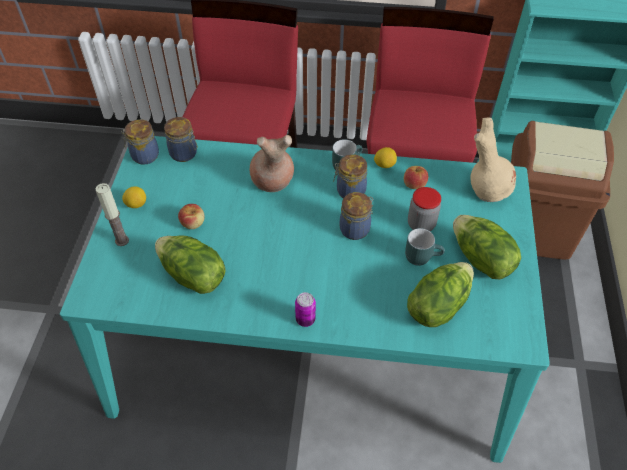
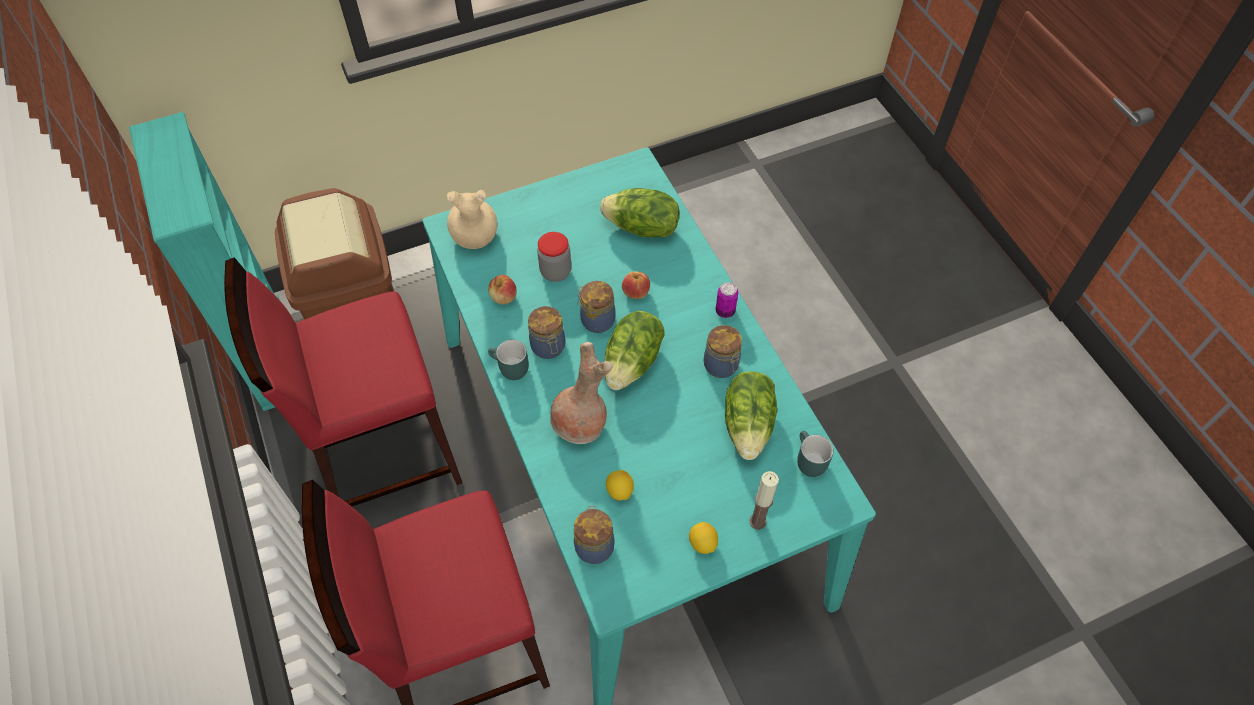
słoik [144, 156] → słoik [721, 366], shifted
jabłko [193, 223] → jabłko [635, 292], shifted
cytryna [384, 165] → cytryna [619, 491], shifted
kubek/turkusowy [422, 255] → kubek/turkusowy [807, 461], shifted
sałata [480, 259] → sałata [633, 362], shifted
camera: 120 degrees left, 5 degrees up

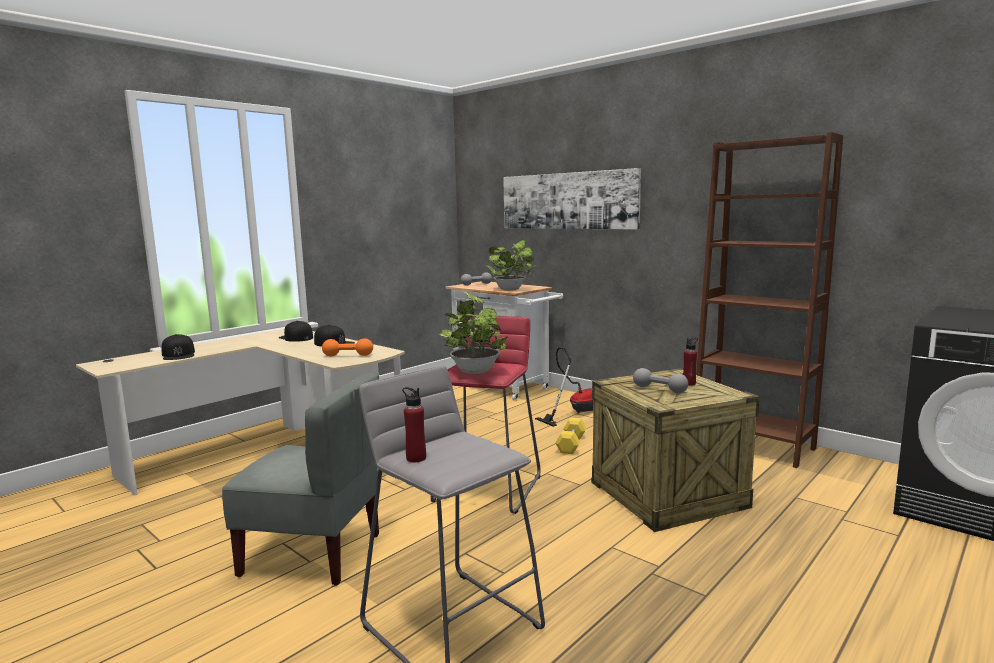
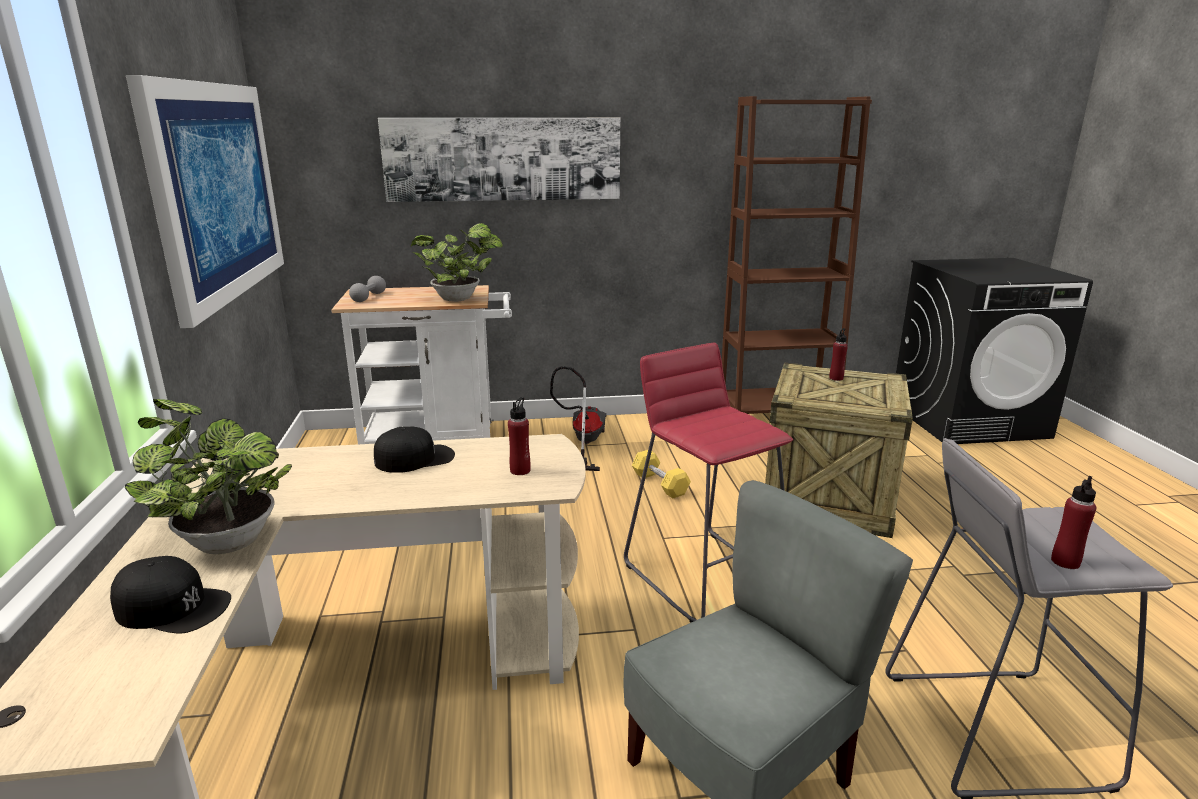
czapka z daszkiem/czarny [296, 338] → -
hantel/pomarańczowy [348, 355] → butelka/czerwony [520, 470]
roślina doniczkowa [474, 370] → roślina doniczkowa [224, 540], shifted
hantel/szary [659, 389] → -
- → obraz [217, 191]
camera: 50 degrees left, 10 degrees up

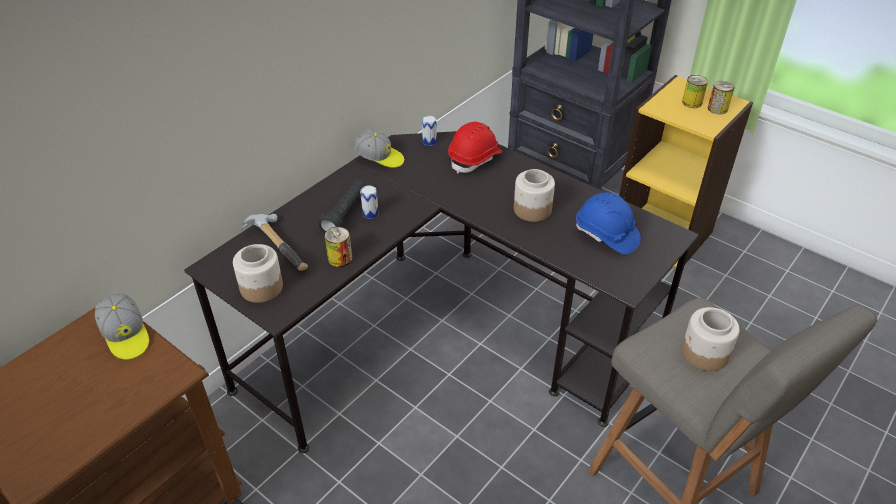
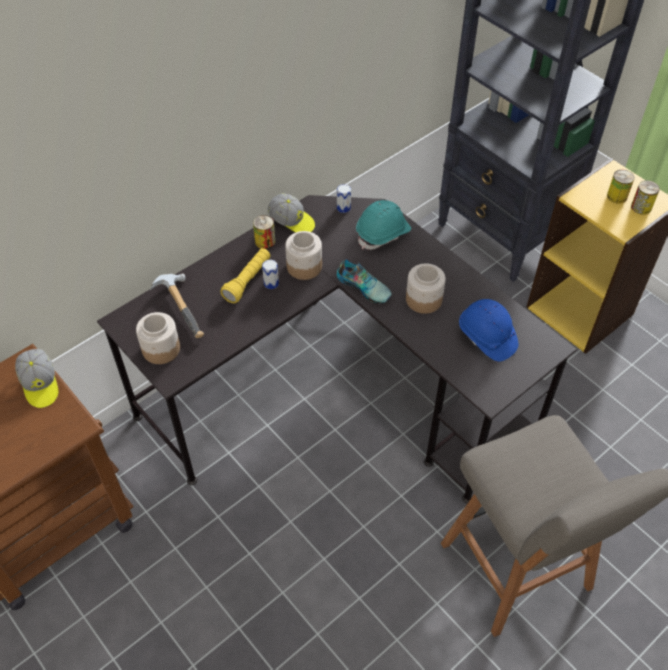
latarka/czarny [345, 214] → latarka/żółty [248, 281]
puszka [340, 258] → puszka [265, 241], shifted
kask/czerwony [475, 158] → kask/turkusowy [383, 234]
słoik [704, 354] → słoik [304, 267], shifted
- → but [364, 286]
camera: 10 degrees right, 10 degrees up

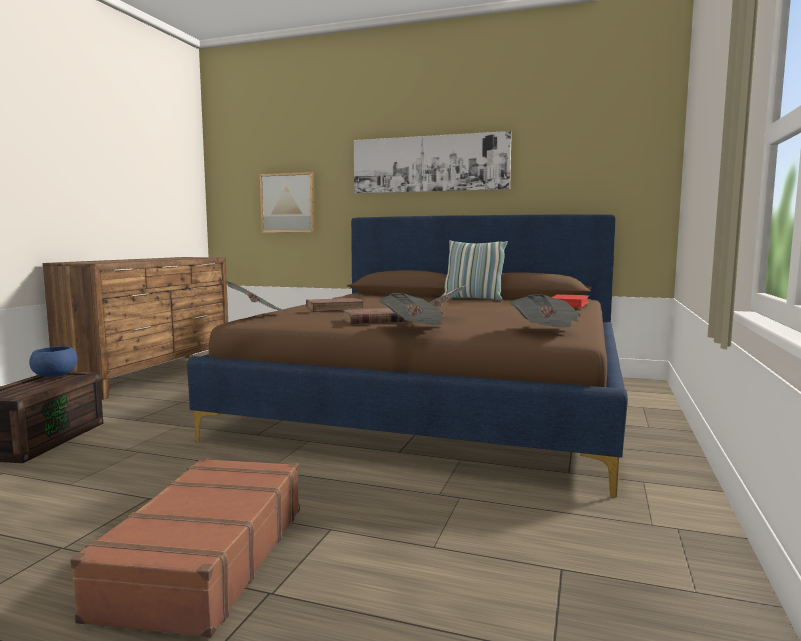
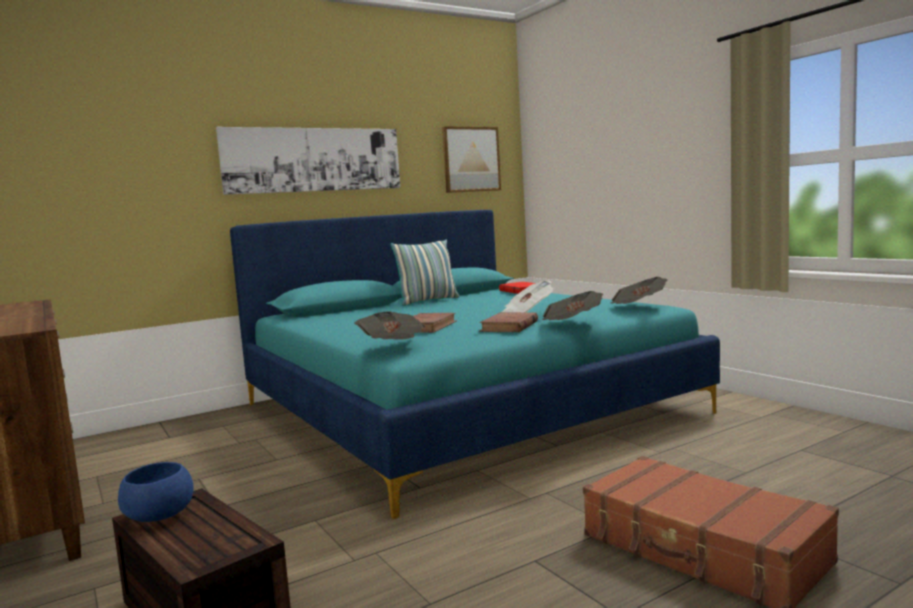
łóżko/brązowy [440, 403] → łóżko/turkusowy [461, 408]
obraz [288, 203] → obraz [471, 159], shifted
camera: 50 degrees left, 0 degrees up

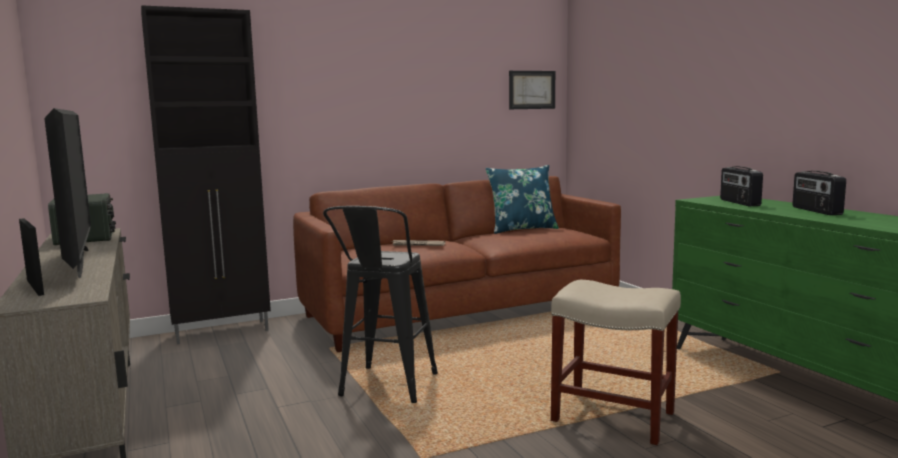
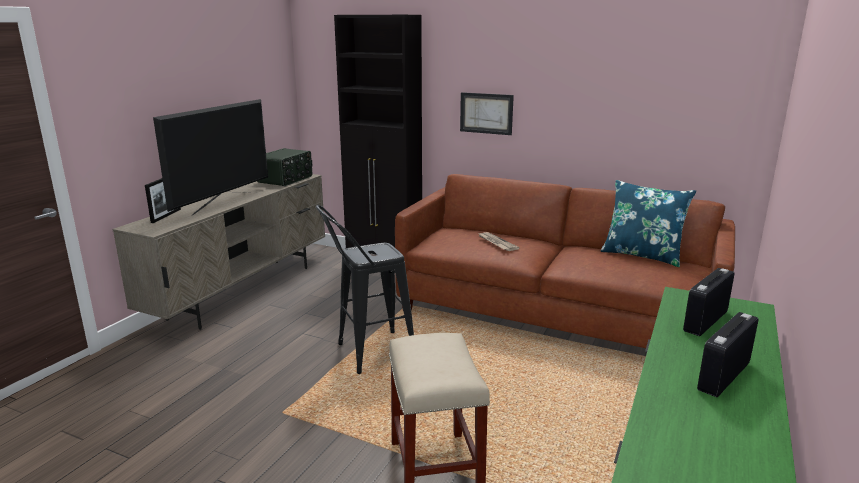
obraz [532, 90] → obraz [486, 113], shifted
camera: 50 degrees right, 10 degrees up

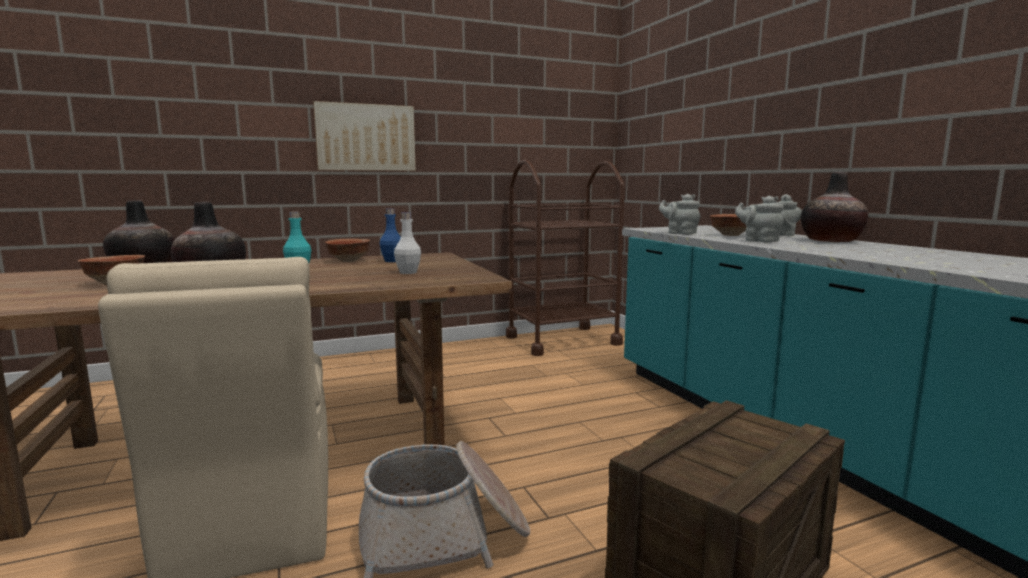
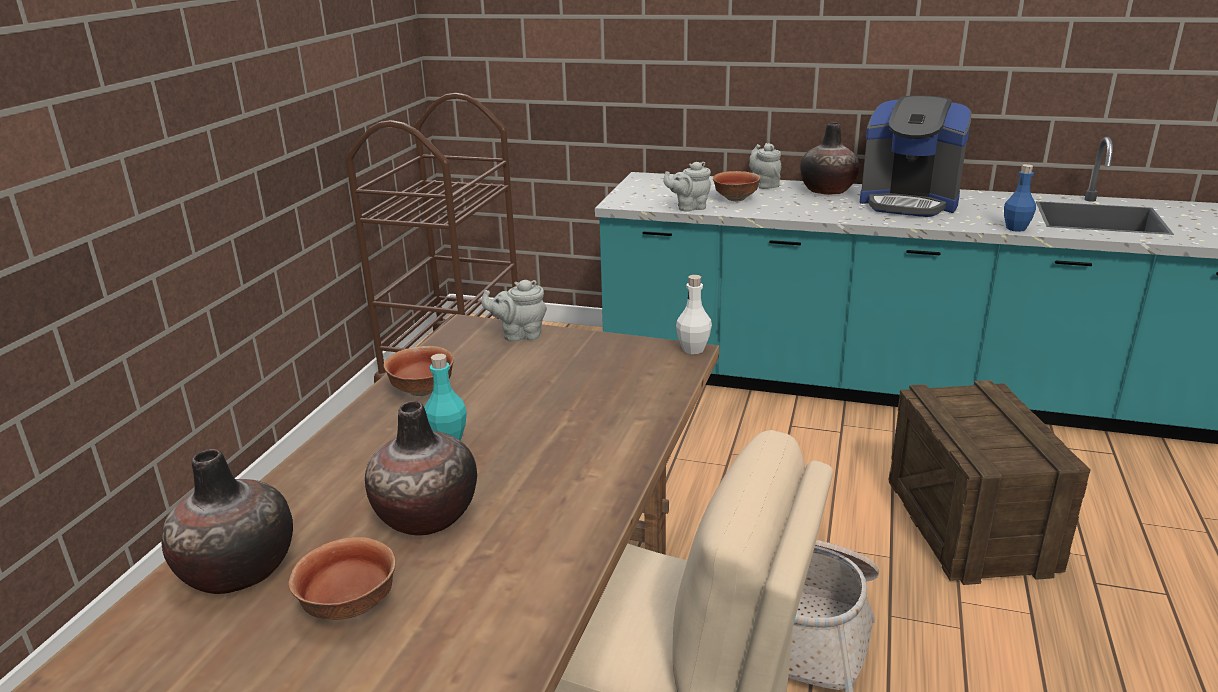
obraz [366, 137] → -
butelka/niebieski [392, 261] → butelka/niebieski [1016, 228], shifted
butelka/biały [408, 272] → butelka/biały [693, 349], shifted
imbryk/szary [759, 241] → imbryk/szary [519, 335], shifted
- → ekspres do kawy [909, 202]
camera: 50 degrees left, 15 degrees up

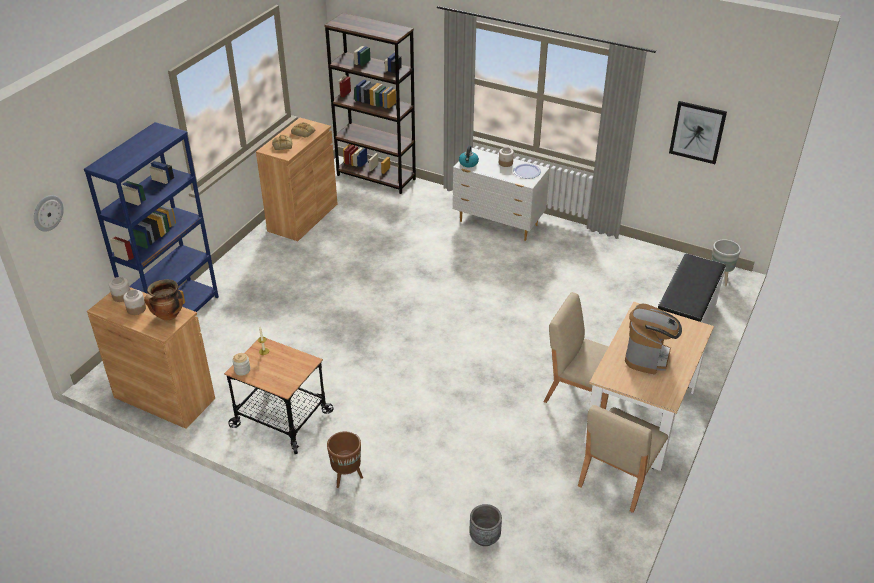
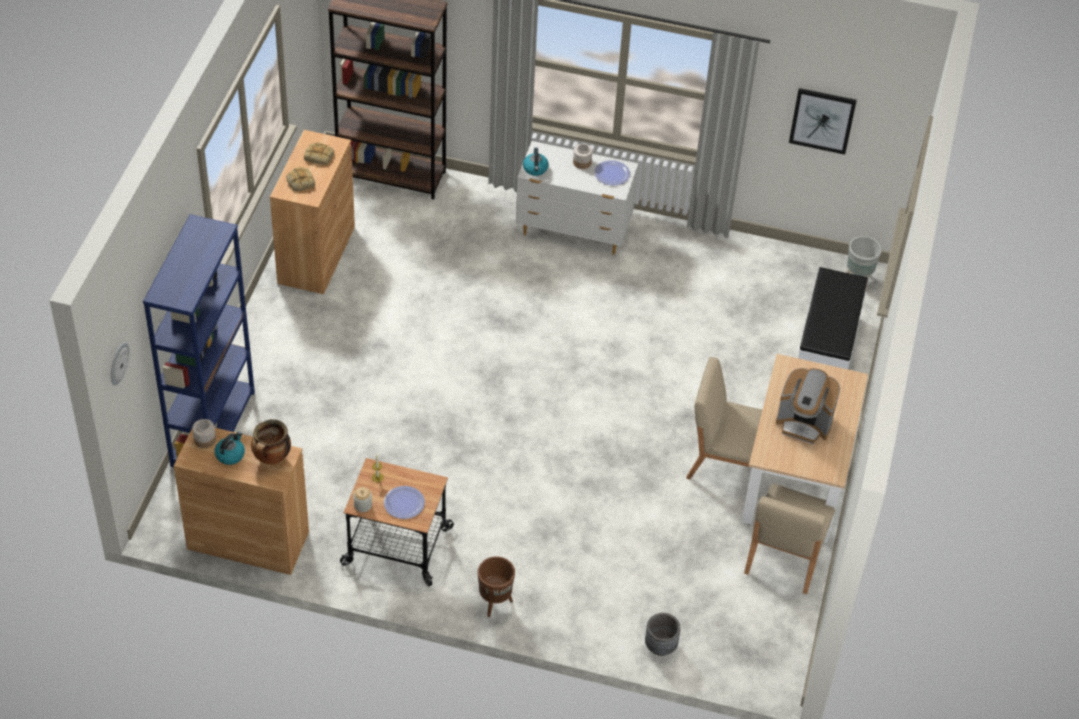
słoik [136, 309] → czajnik [230, 454]
ekspres do kawy [647, 356] → ekspres do kawy [804, 423], 105 degrees clockwise
- → talerz [404, 503]
camera: 15 degrees left, 10 degrees up

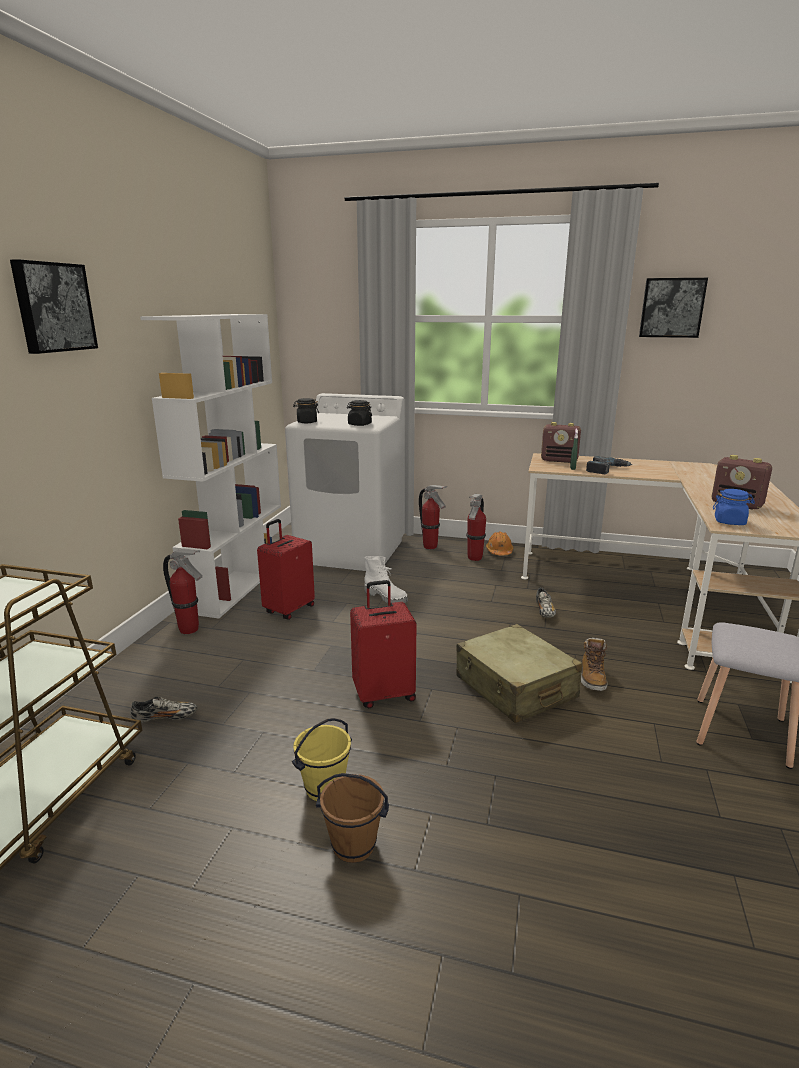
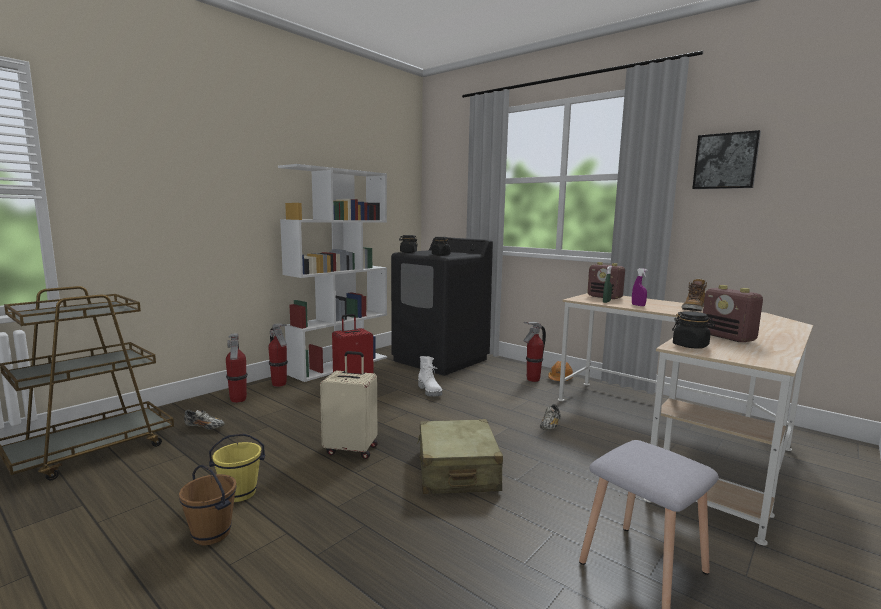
obraz [53, 307] → -
pralka/biały [352, 551] → pralka/czarny [440, 360]
walizka/czerwony [384, 694] → walizka/beżowy [351, 449]
gaśnica [430, 547] → gaśnica [238, 400], shifted
but z cholewką [592, 677] → but z cholewką [693, 309], shifted
wiertarka [606, 469] → spryskiwacz/fioletowy [638, 305]
słoik/niebieski [730, 522] → słoik/czarny [690, 346]
camera: 25 degrees right, 10 degrees down

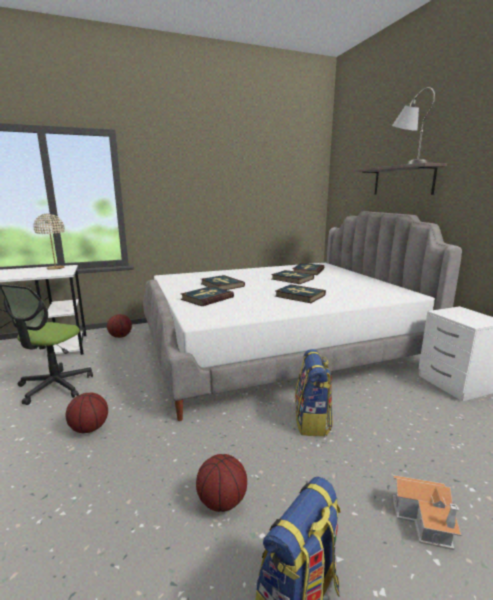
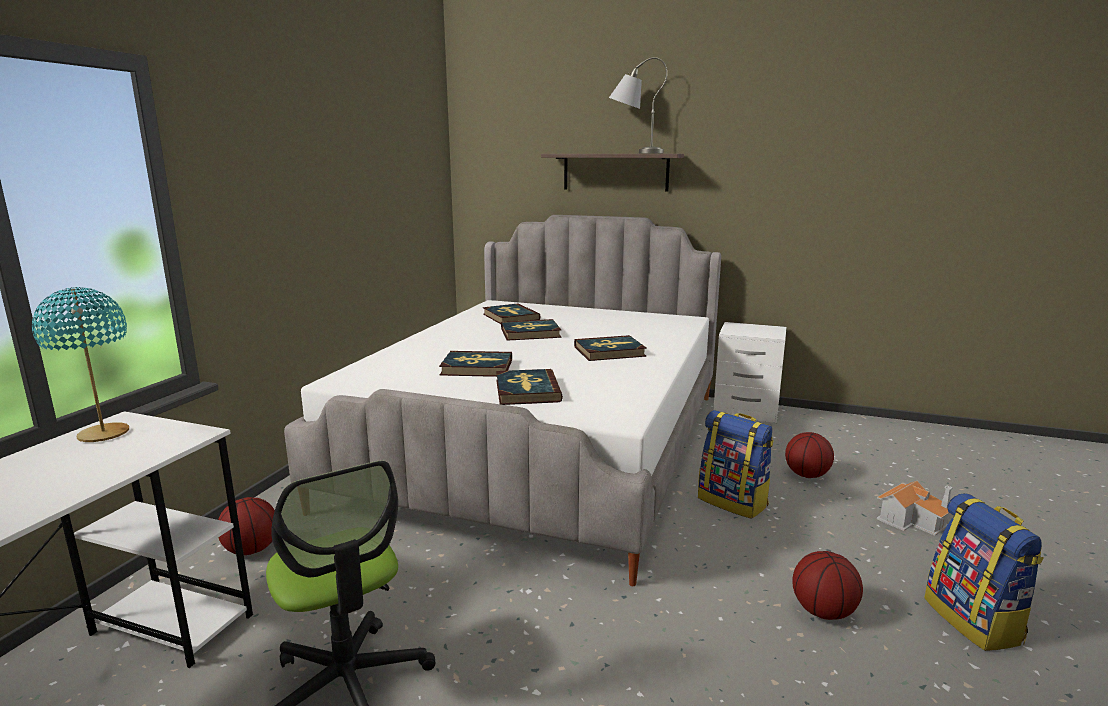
lampa stołowa/beżowy [55, 268] → lampa stołowa/turkusowy [103, 434]
piłka do koszykówki [89, 428] → piłka do koszykówki [806, 475], shifted
camera: 50 degrees left, 0 degrees up

